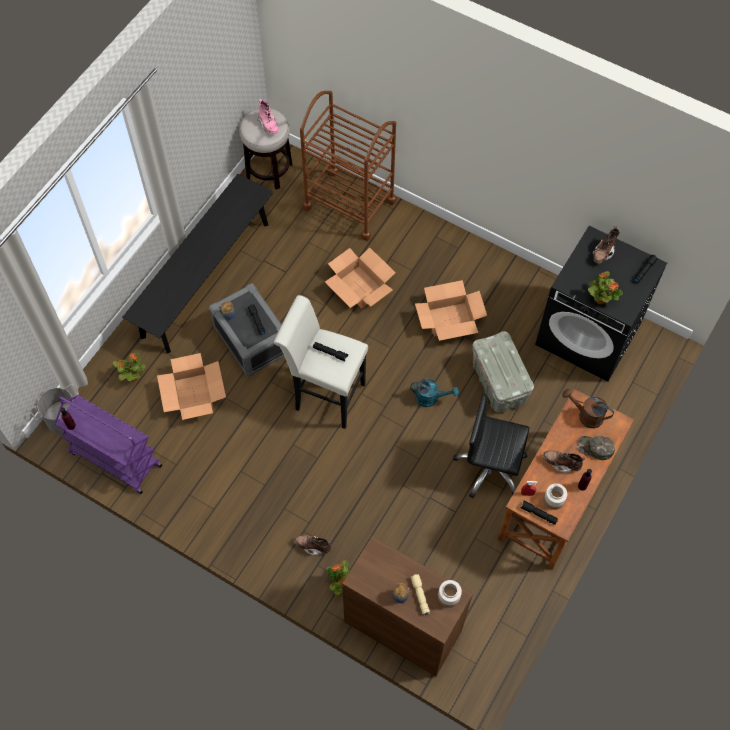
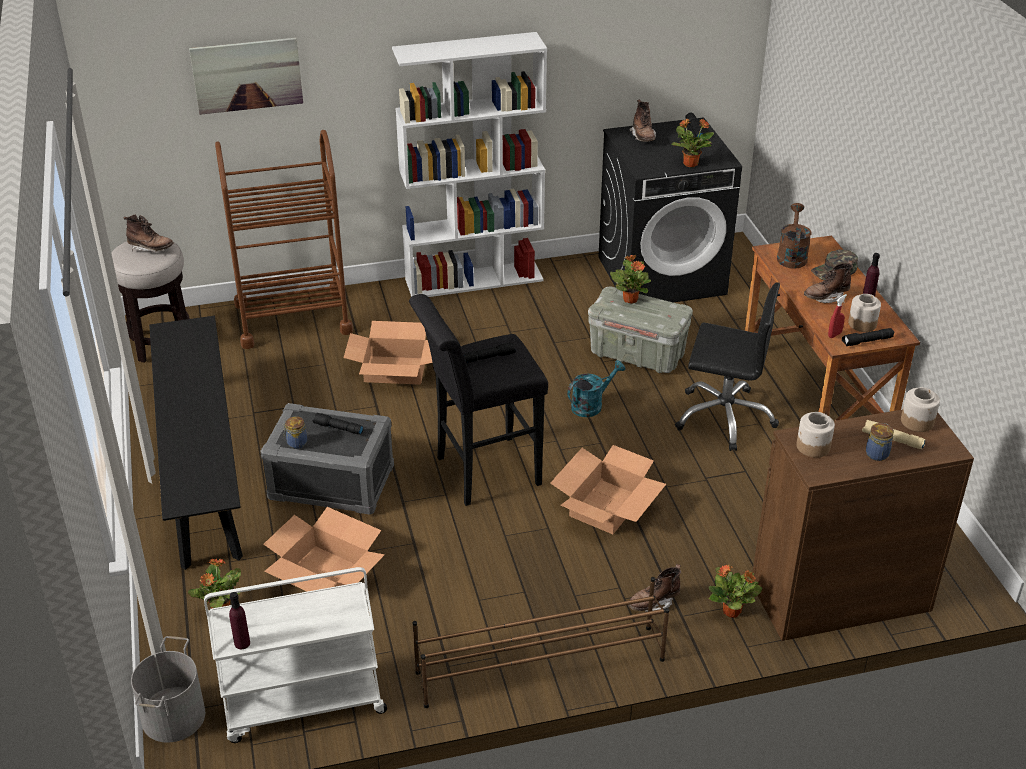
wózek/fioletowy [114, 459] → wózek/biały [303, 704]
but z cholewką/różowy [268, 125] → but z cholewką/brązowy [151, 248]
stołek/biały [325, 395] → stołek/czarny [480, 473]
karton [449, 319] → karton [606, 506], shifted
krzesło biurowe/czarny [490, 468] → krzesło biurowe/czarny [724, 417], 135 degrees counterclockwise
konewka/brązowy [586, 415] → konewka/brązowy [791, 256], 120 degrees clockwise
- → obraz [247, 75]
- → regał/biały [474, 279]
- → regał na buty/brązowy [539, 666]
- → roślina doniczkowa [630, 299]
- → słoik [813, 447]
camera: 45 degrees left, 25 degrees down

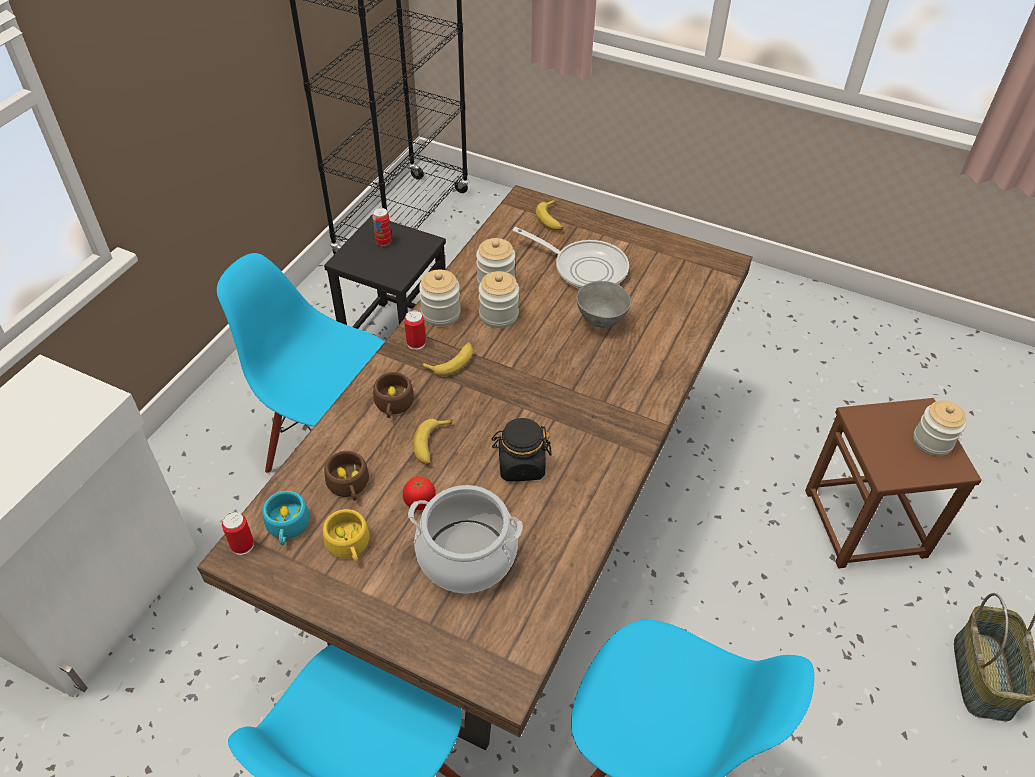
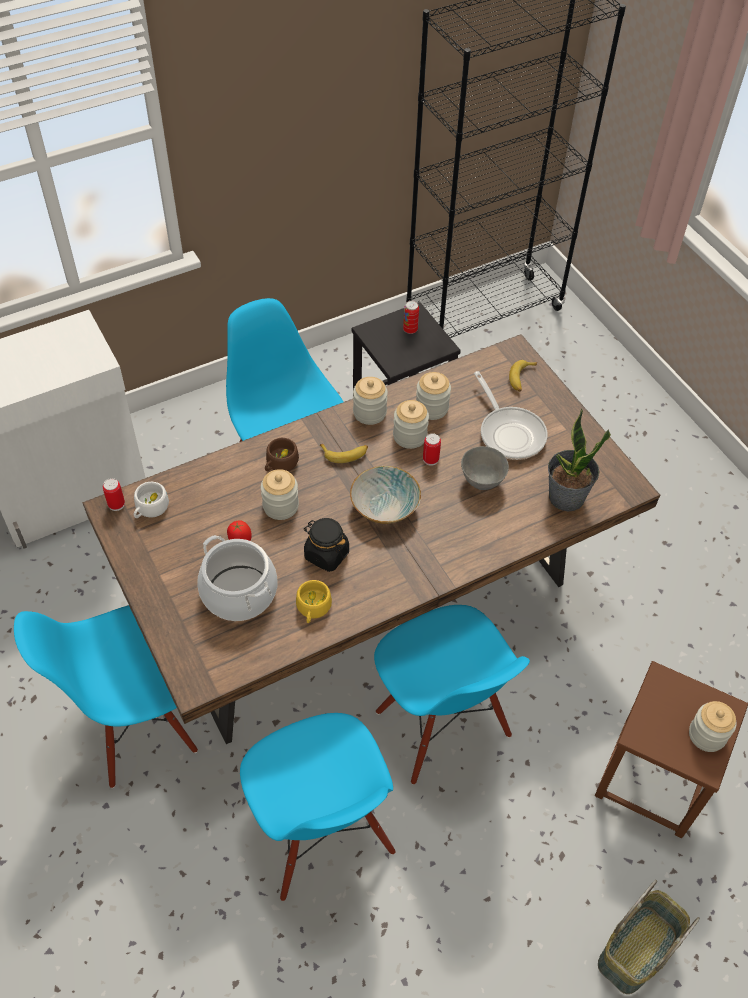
filiżanka/turkusowy [287, 527] → filiżanka/biały [150, 508]
filiżanka/żółty [349, 546] → filiżanka/żółty [313, 609], shifted
filiżanka/brązowy [349, 486] → -
puszka [416, 343] → puszka [430, 459], shifted
banan [431, 445] → słoik [280, 506]
- → miska [385, 507]
- → krzesło/niebieski [441, 725]
- → roślina doniczkowa [566, 497]
camera: 35 degrees right, 5 degrees up

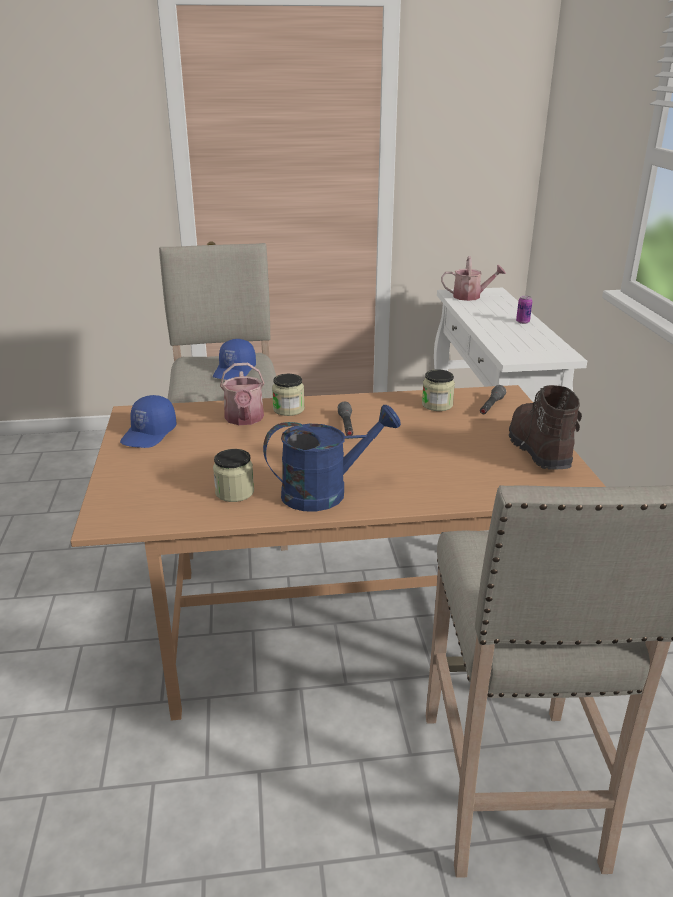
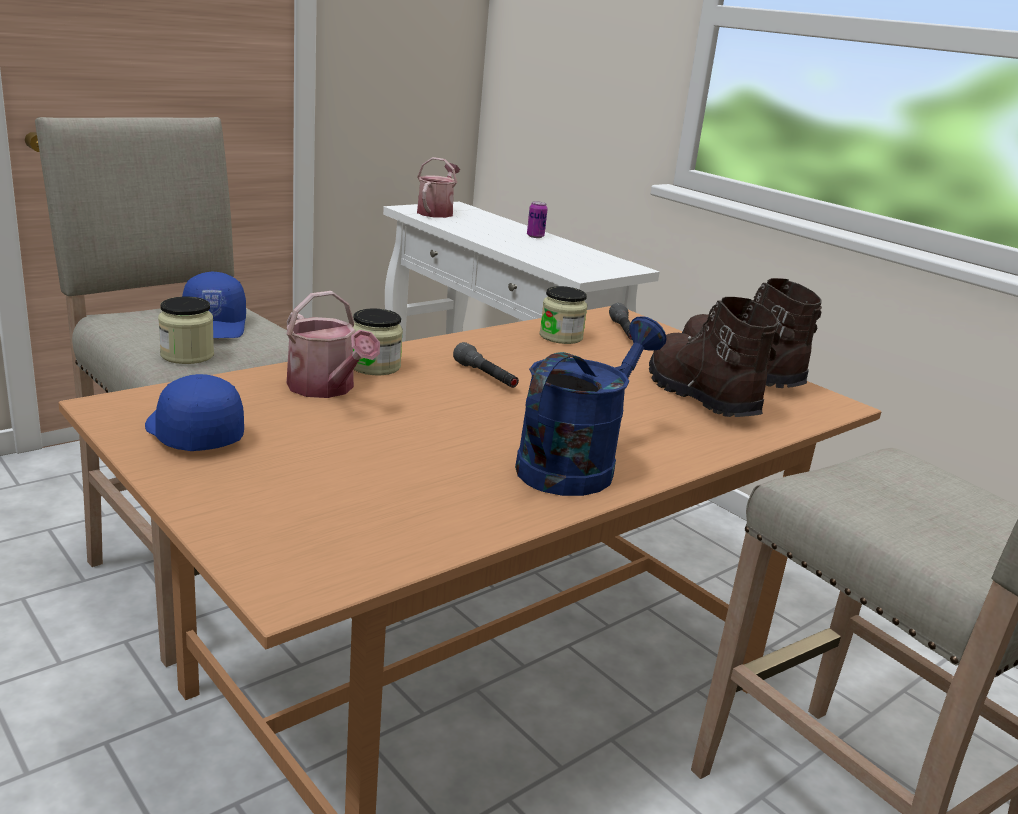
czapka z daszkiem/niebieski [149, 434] → czapka z daszkiem/niebieski [191, 434], 150 degrees clockwise
słoik [234, 492] → słoik [187, 355], shifted
konewka [471, 296] → konewka [437, 212], 45 degrees counterclockwise
- → but z cholewką/brązowy [699, 395]
camera: 35 degrees left, 5 degrees down

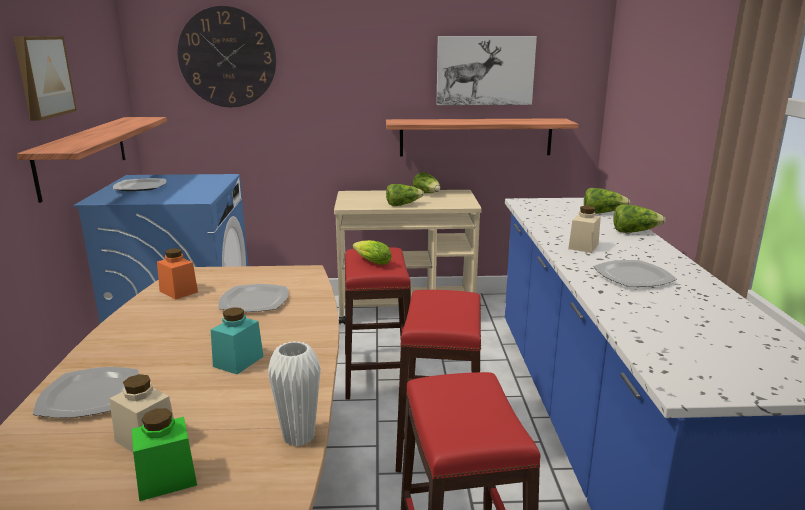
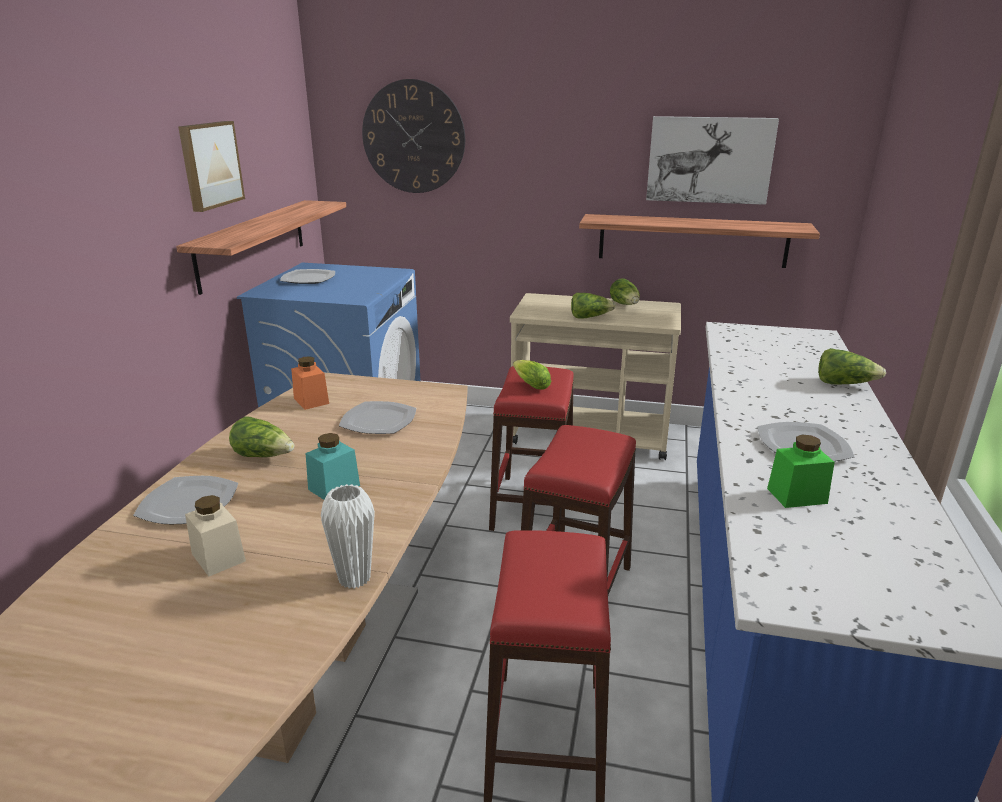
słoik/zielony [167, 479] → słoik/zielony [796, 496], shifted
słoik/beżowy [583, 246] → -
sałata [602, 213] → sałata [264, 456], shifted
camera: 15 degrees right, 5 degrees up

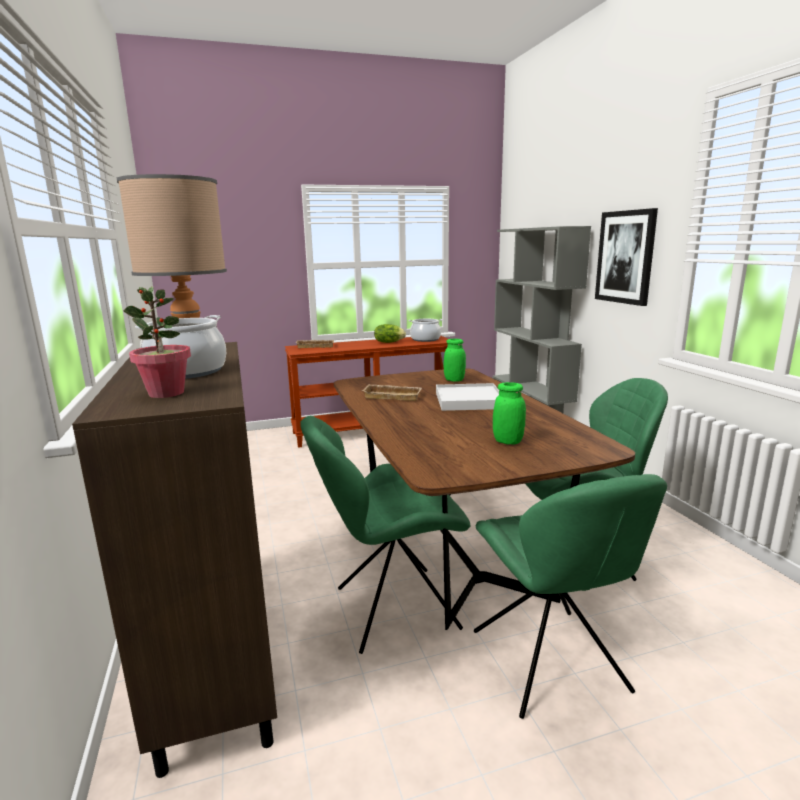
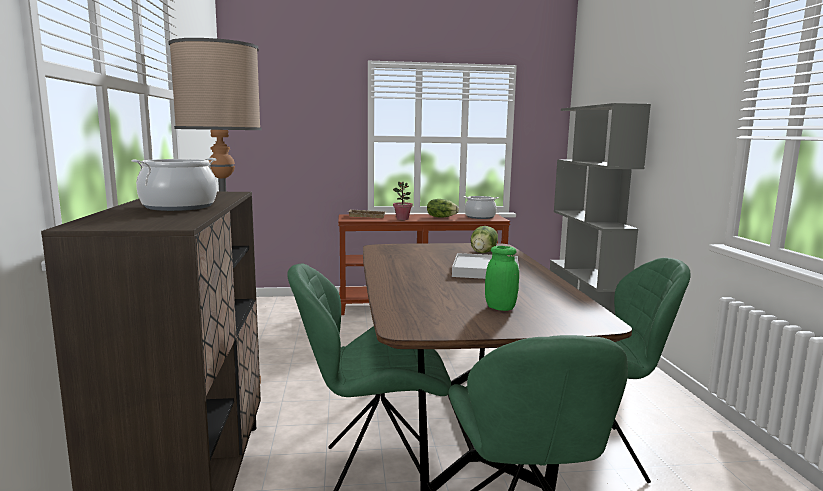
roślina doniczkowa [166, 393] → roślina doniczkowa [402, 219], shifted
taca/beżowy [393, 396] → -
słoik/zielony [454, 380] → sałata [483, 252]
obraz [625, 257] → -
camera: 10 degrees right, 5 degrees down

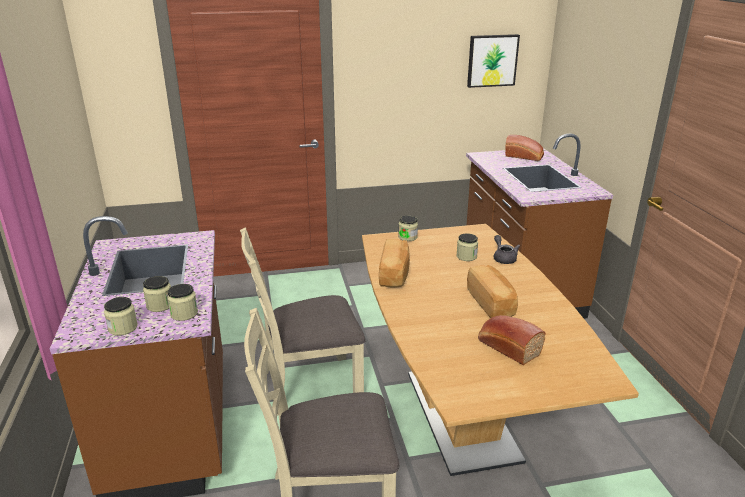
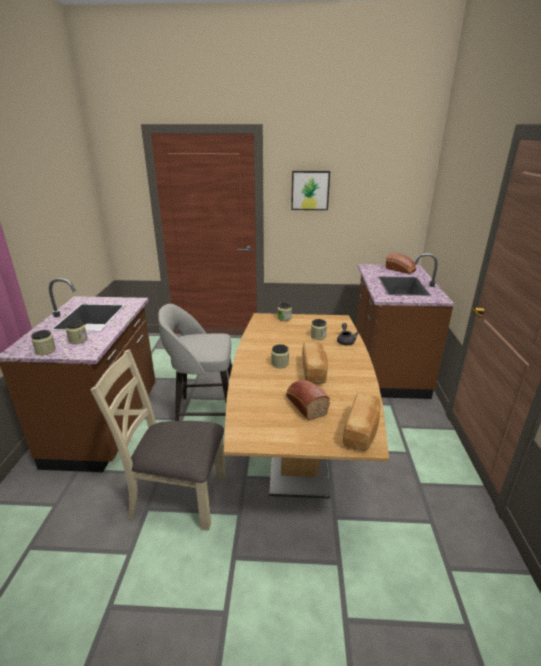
słoik [184, 314] → słoik [280, 364], shifted
krzesło/beżowy [309, 384] → stołek/szary [204, 413]
chleb [395, 274] → chleb [362, 431], shifted
obraz [492, 60] → obraz [310, 190], shifted
camera: 15 degrees right, 0 degrees up

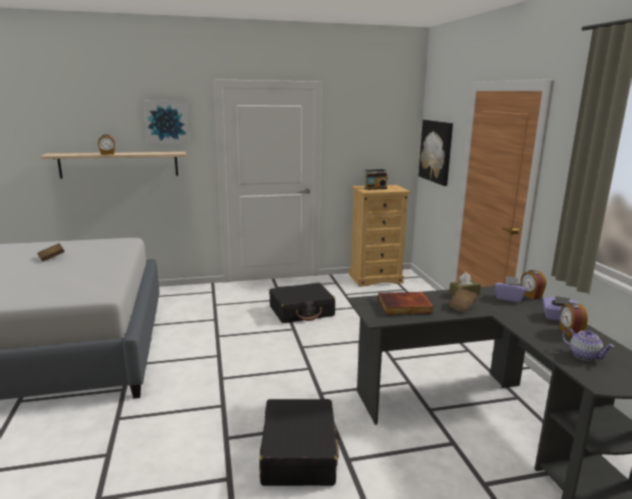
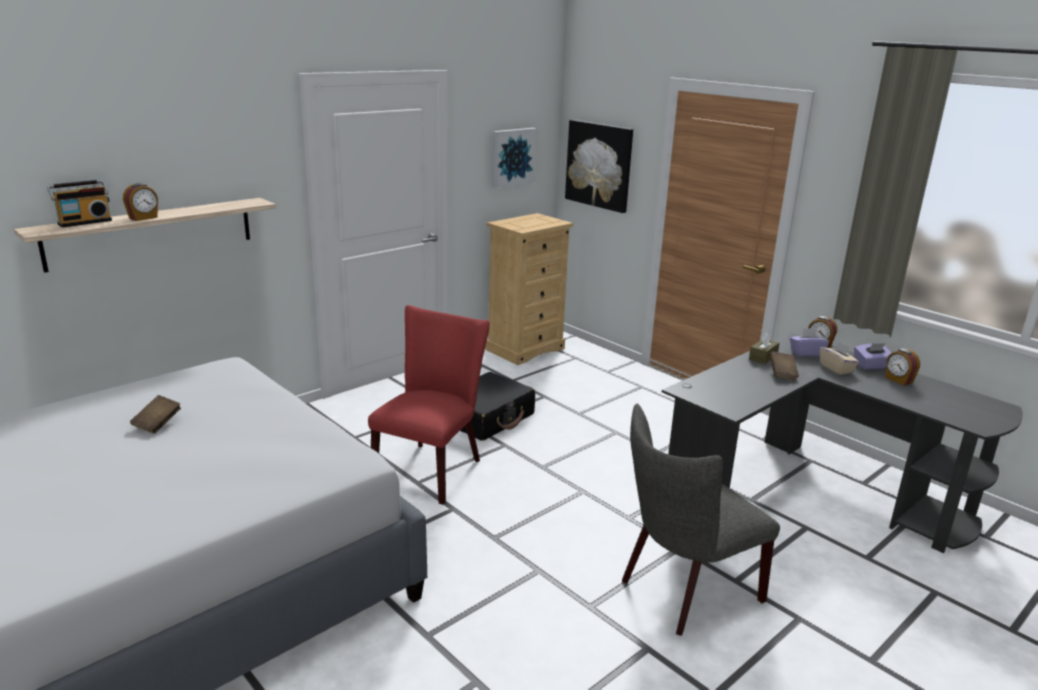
obraz [167, 122] → obraz [512, 157], shifted
walizka/czarny [299, 453] → krzesło/szary [684, 592]
radio [375, 188] → radio [84, 222], shifted
książka [404, 307] → -
imbryk [584, 356] → -
- → krzesło/czerwony [432, 468]
- → pudełko chusteczek/beżowy [836, 368]
camera: 30 degrees left, 5 degrees up

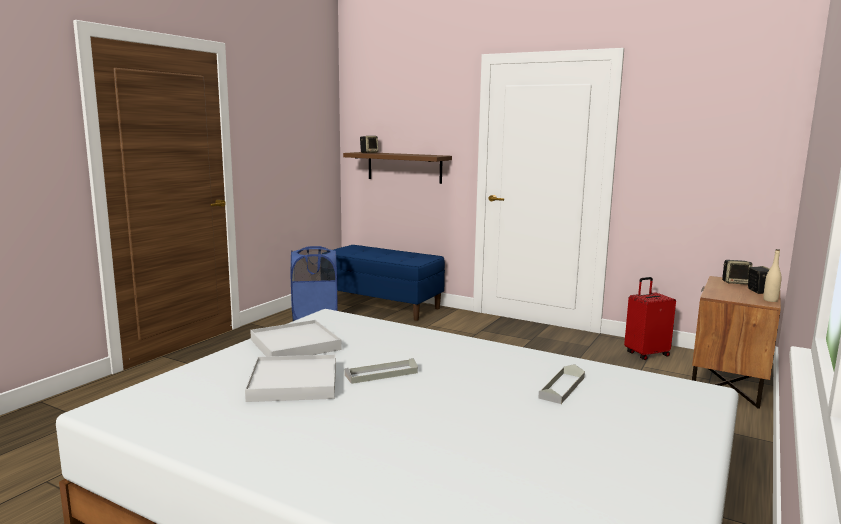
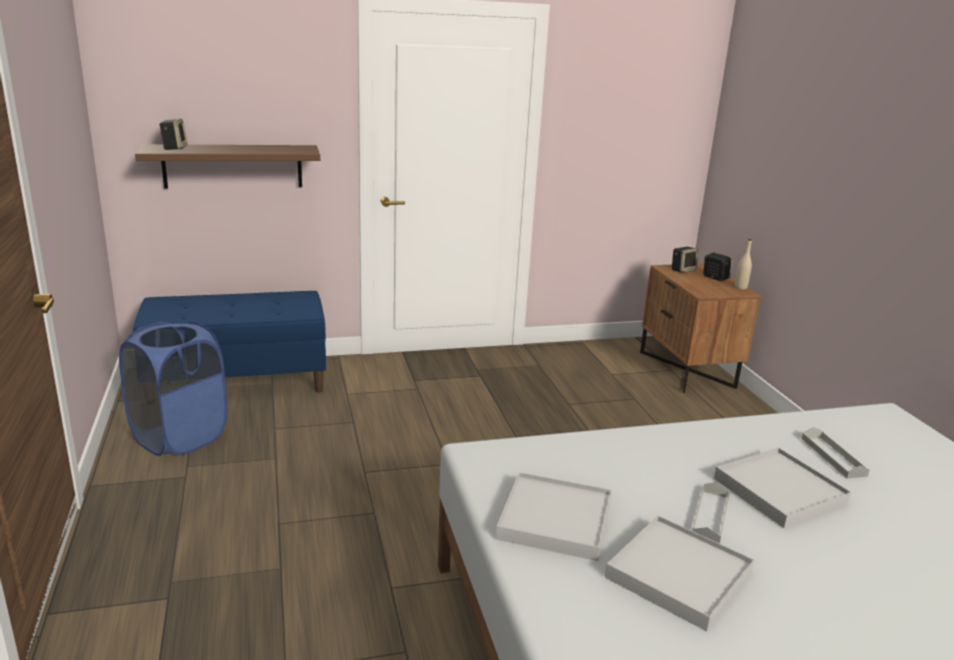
walizka/czerwony [646, 354] → -
- → taca/biały [780, 491]
camera: 45 degrees left, 10 degrees up

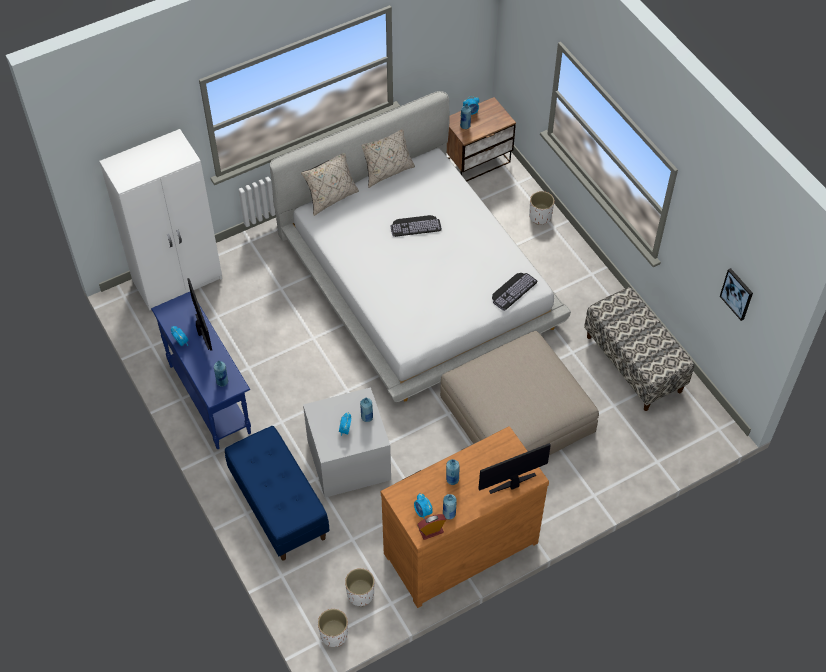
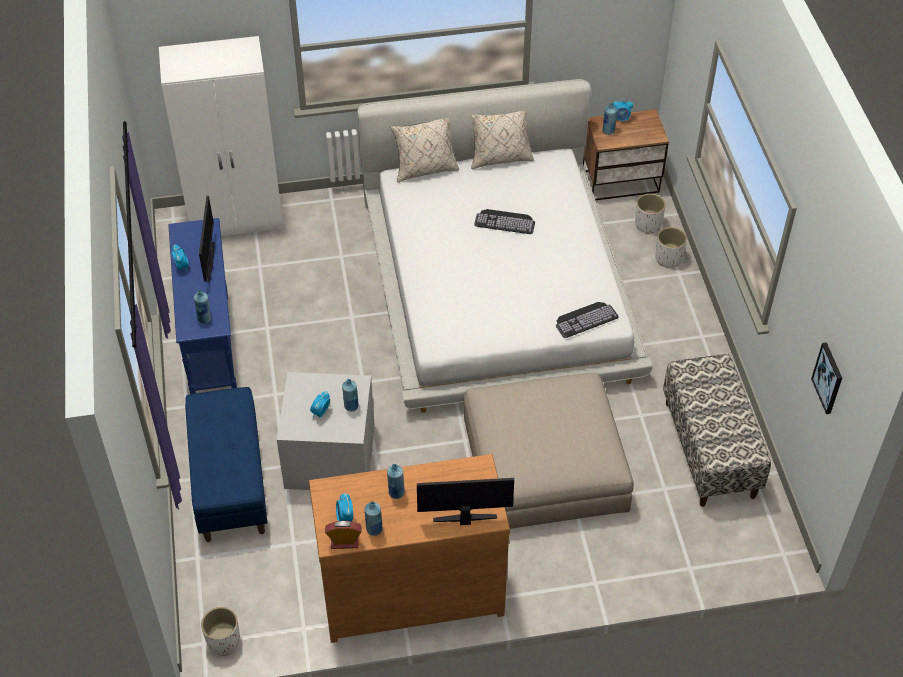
donica/biały [360, 594] → donica/biały [648, 224], shifted
camera: 20 degrees right, 5 degrees down

